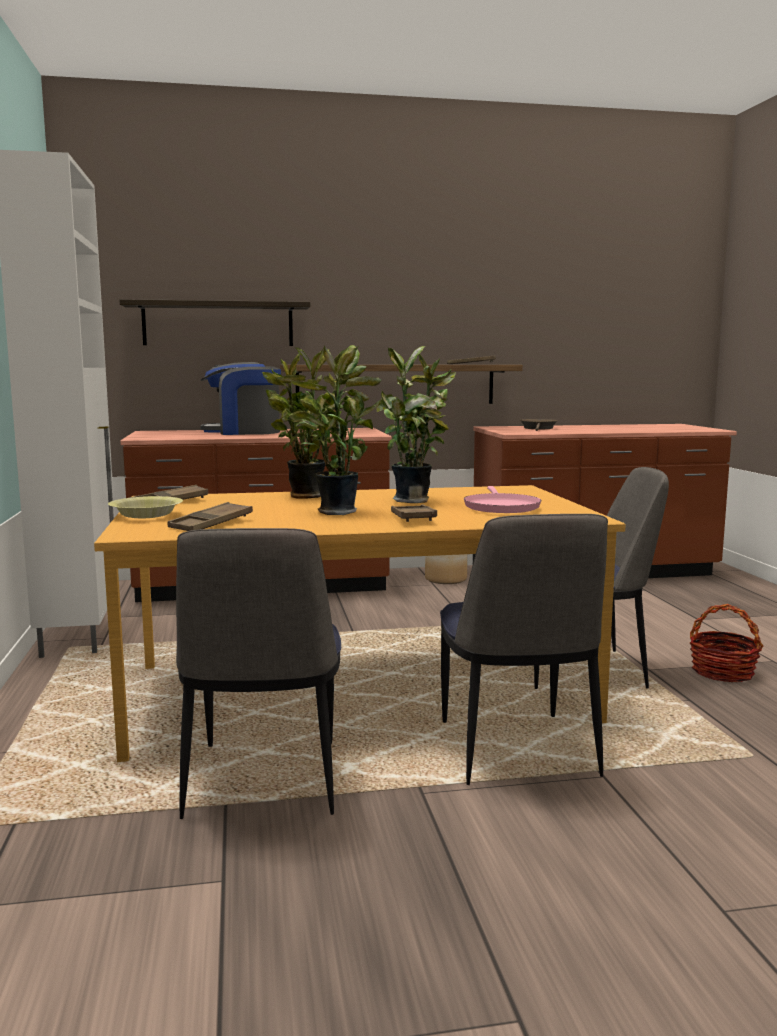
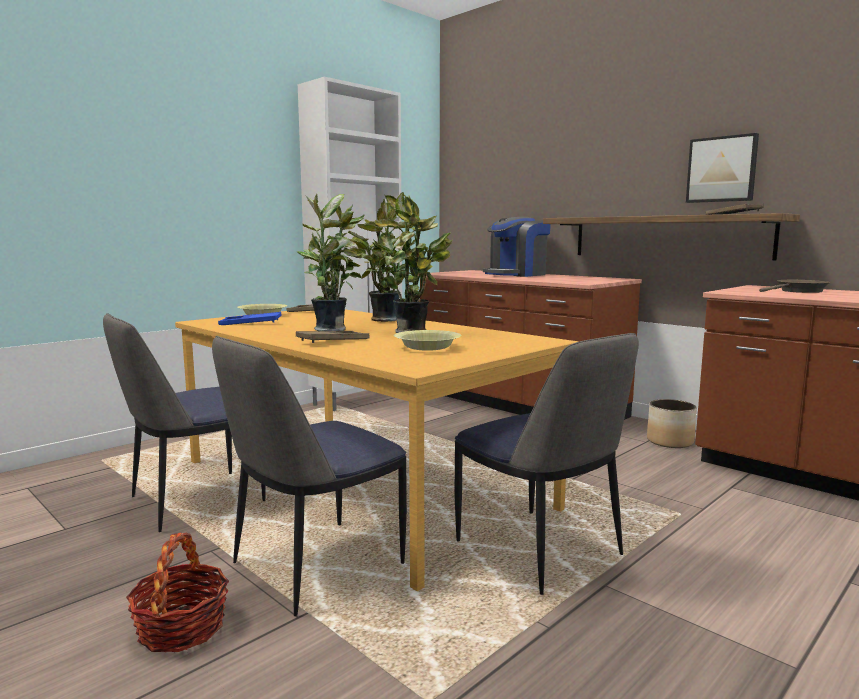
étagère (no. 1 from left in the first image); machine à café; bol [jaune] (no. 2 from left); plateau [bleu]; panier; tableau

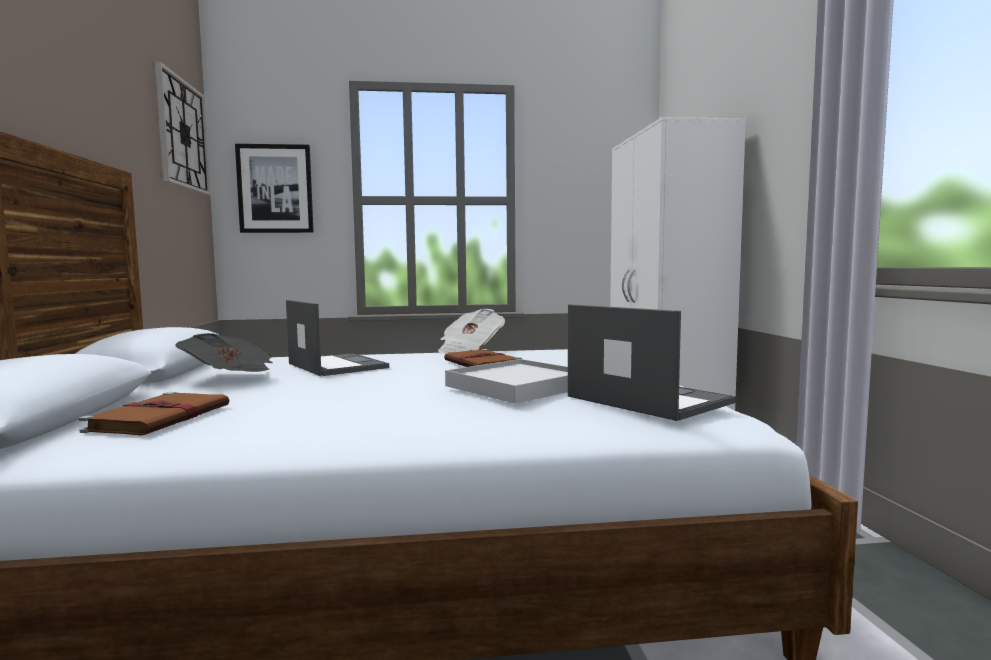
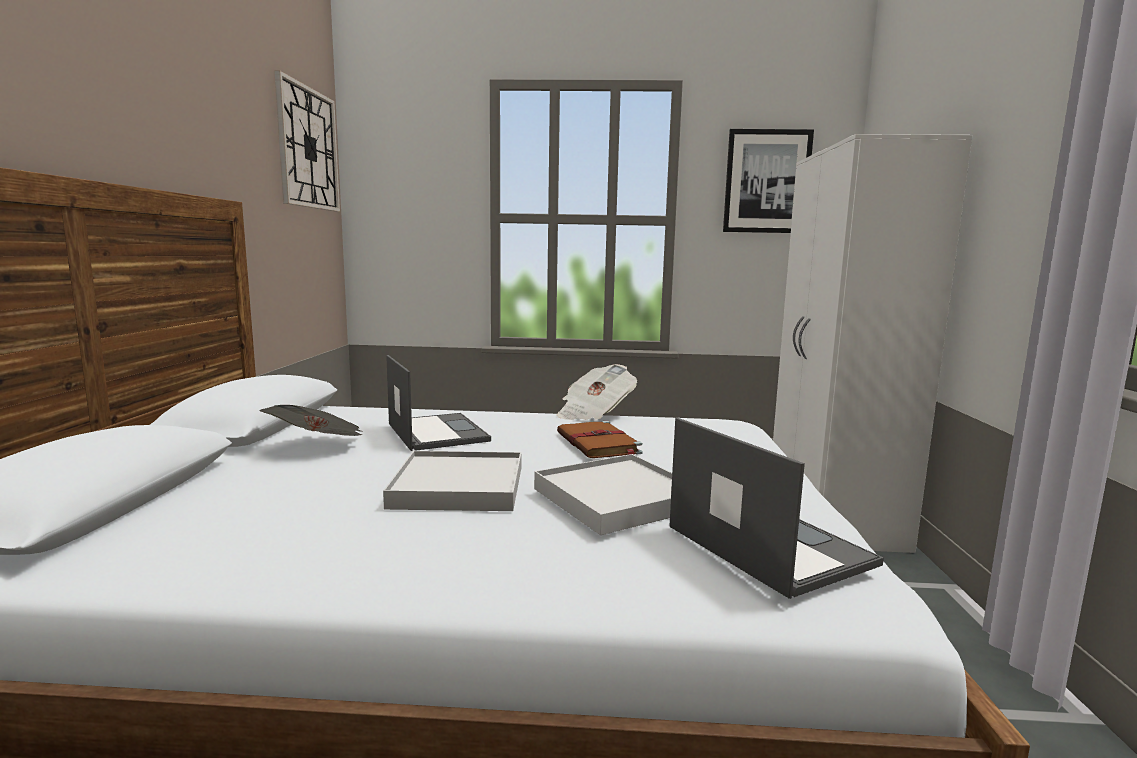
tableau; livre [marron] (no. 1 from left in the first image); plateau [blanc] (no. 1 from left)

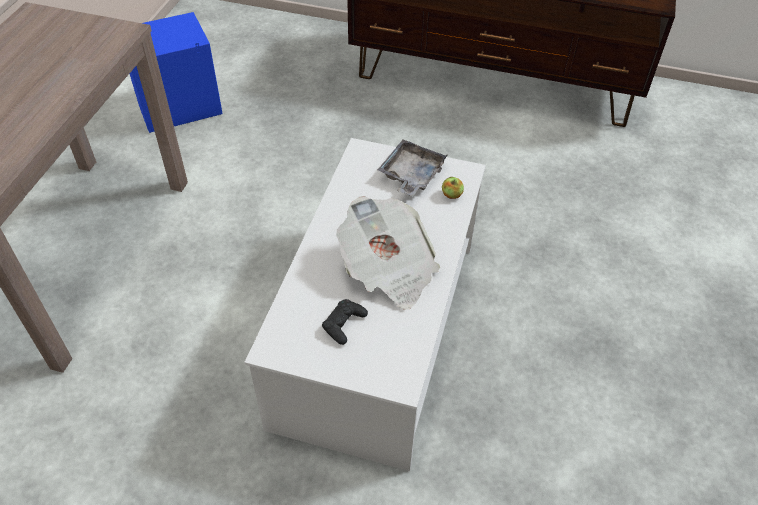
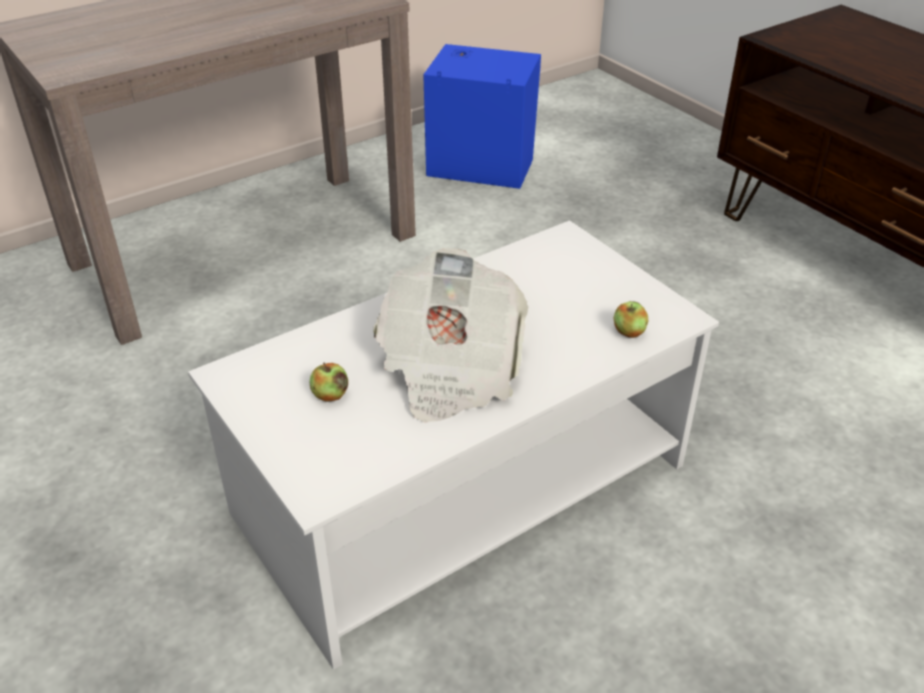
plateau [gris]; pomme (no. 1 from left)

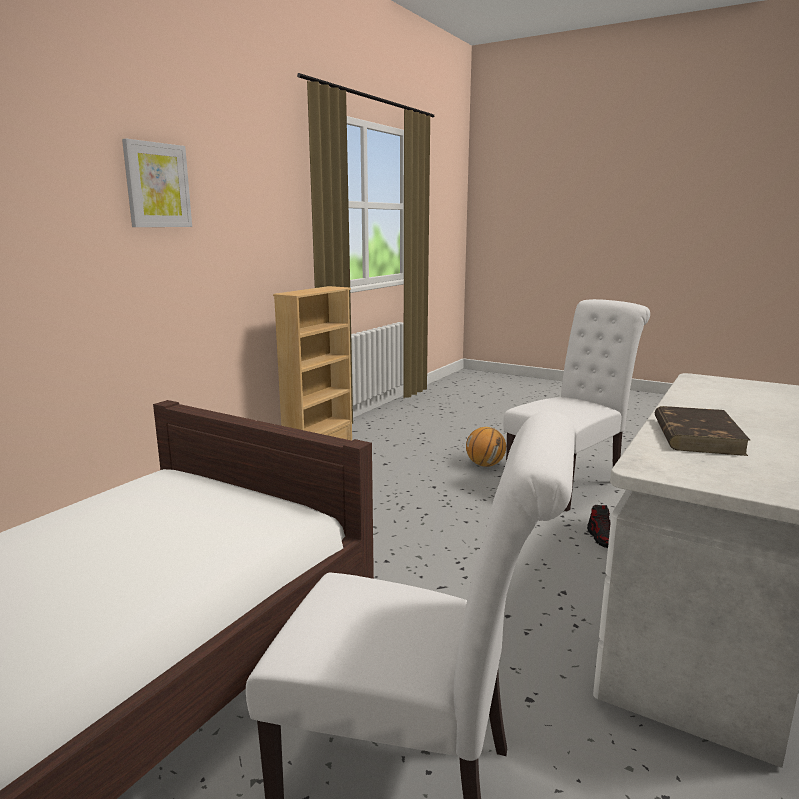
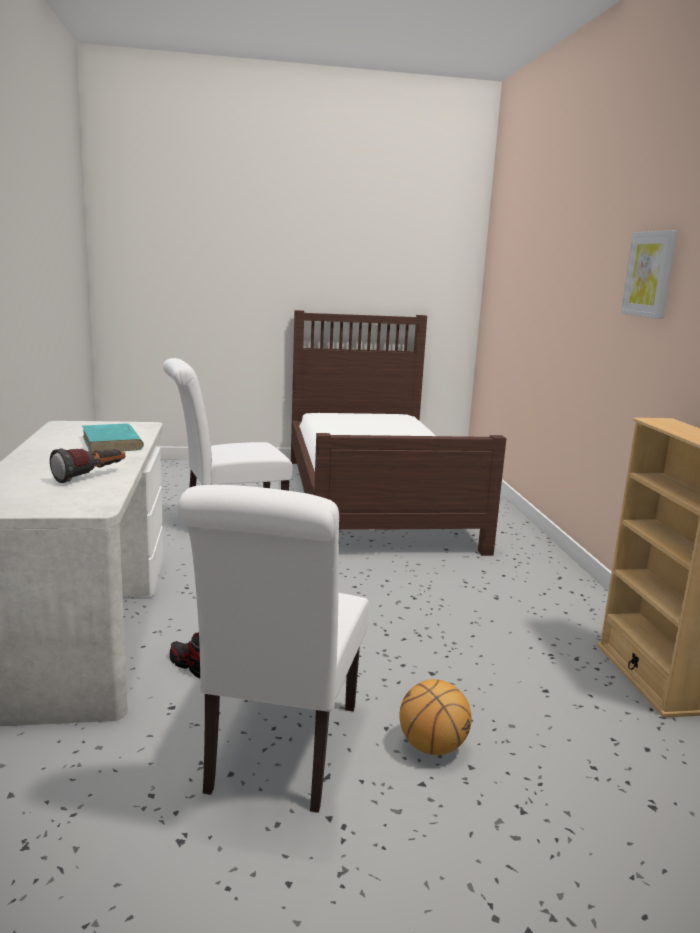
livre [turquoise]; lampe de poche

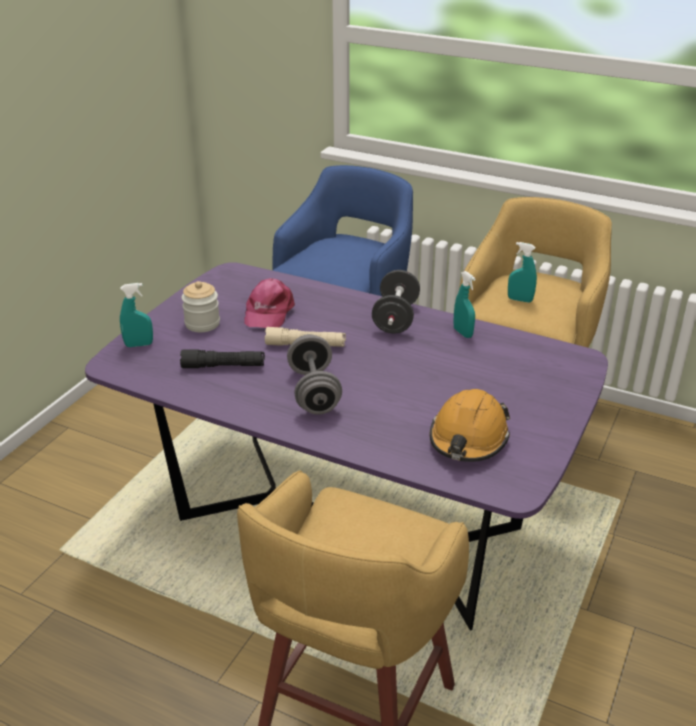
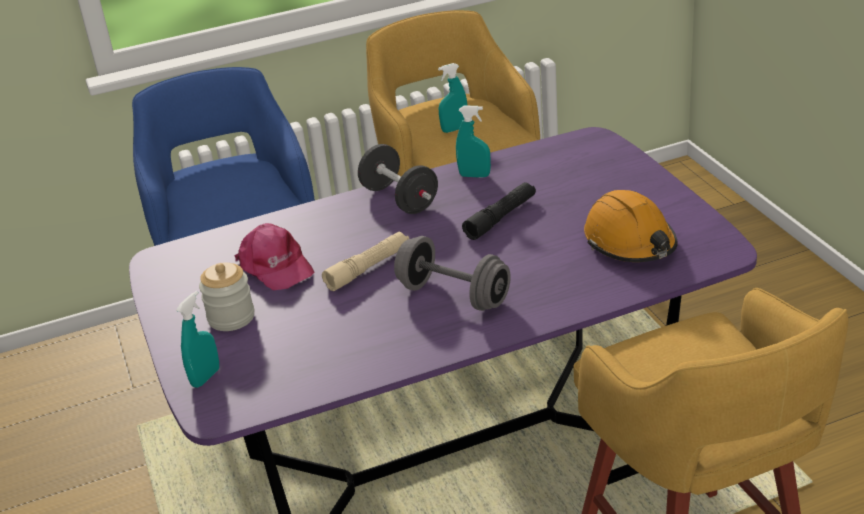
lampe de poche [noir]

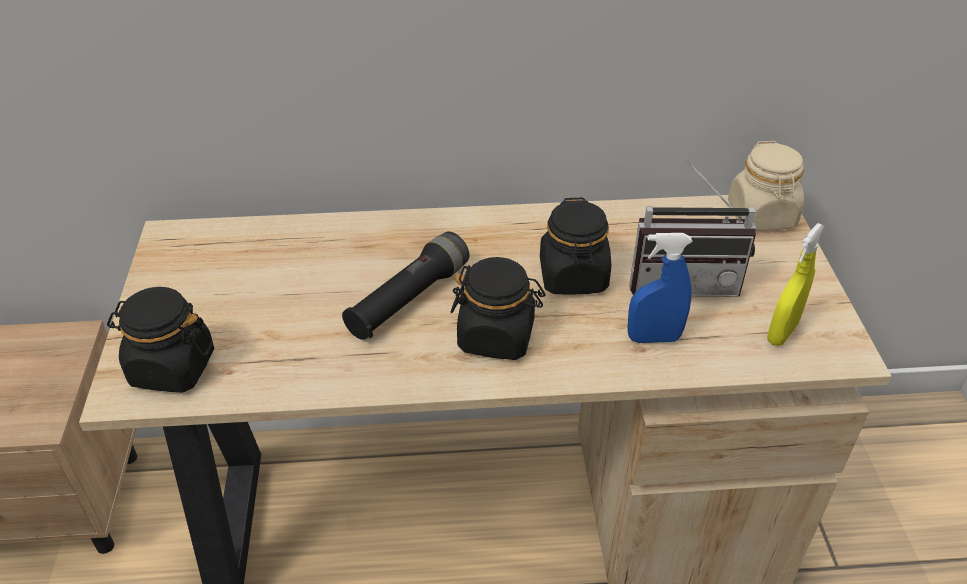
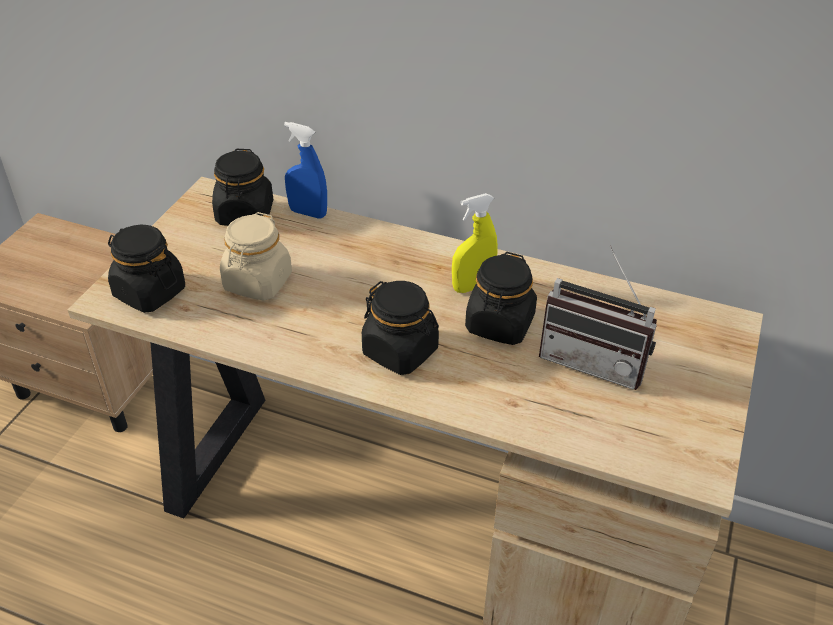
bocal [beige]; vaporisateur [jaune]; lampe de poche [noir]; vaporisateur [bleu]; bocal [noir] (no. 2 from left)

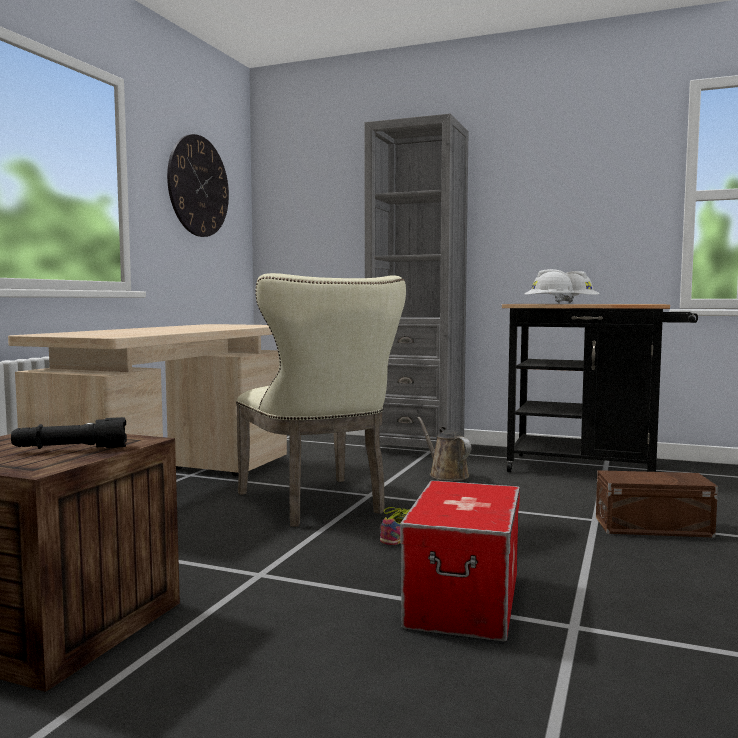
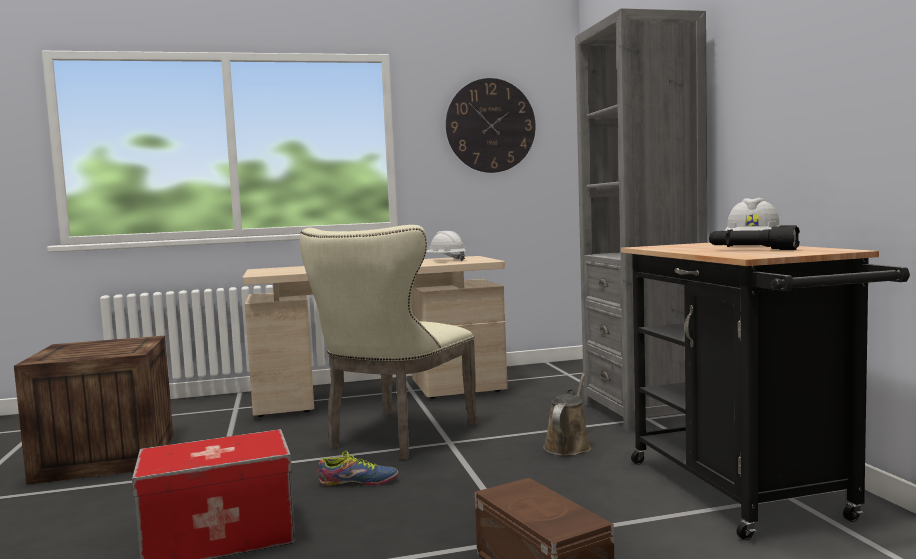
casque de chantier [blanc] (no. 1 from left); lampe de poche [noir]

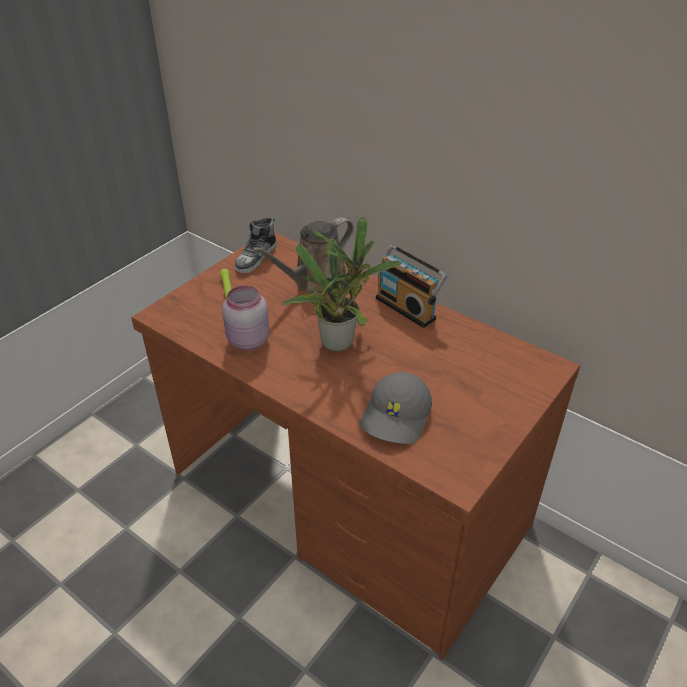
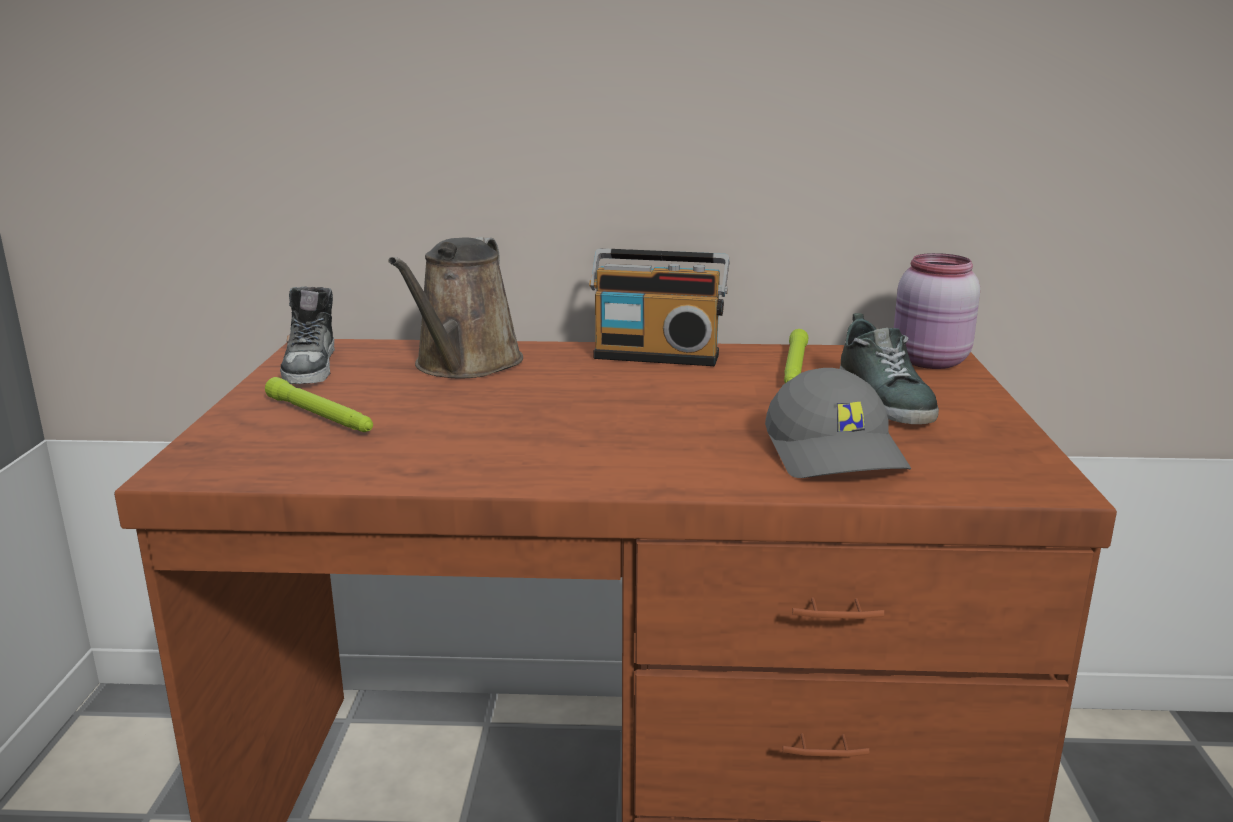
plante en pot; bocal [rose]; chaussure (no. 2 from left); lampe de poche [vert] (no. 2 from left)

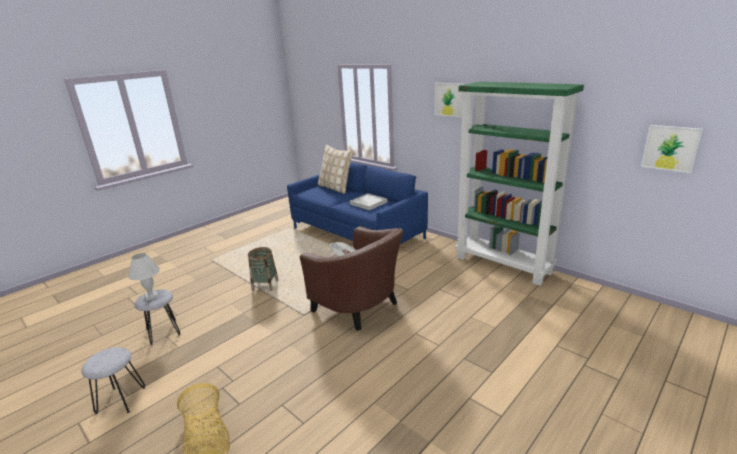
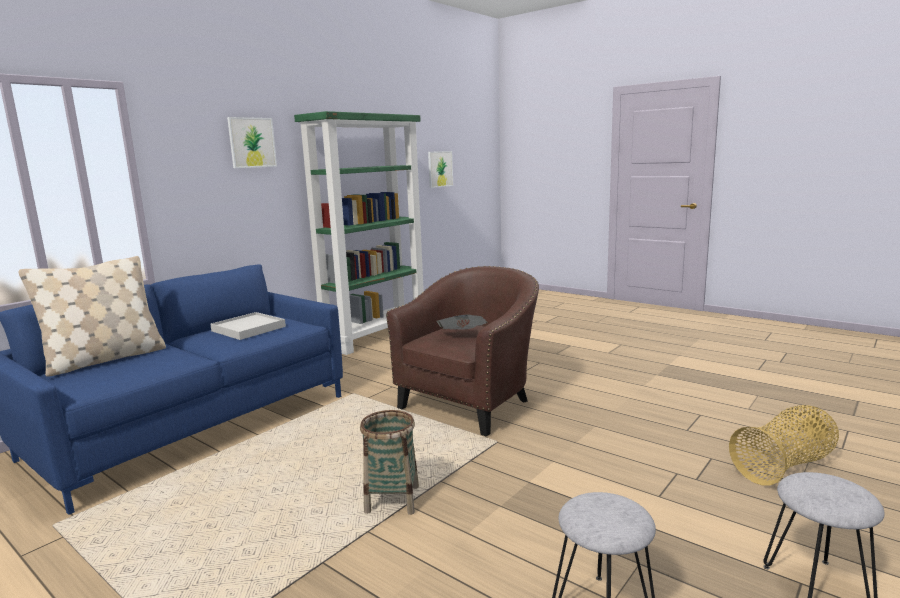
lampe de table [blanc]

